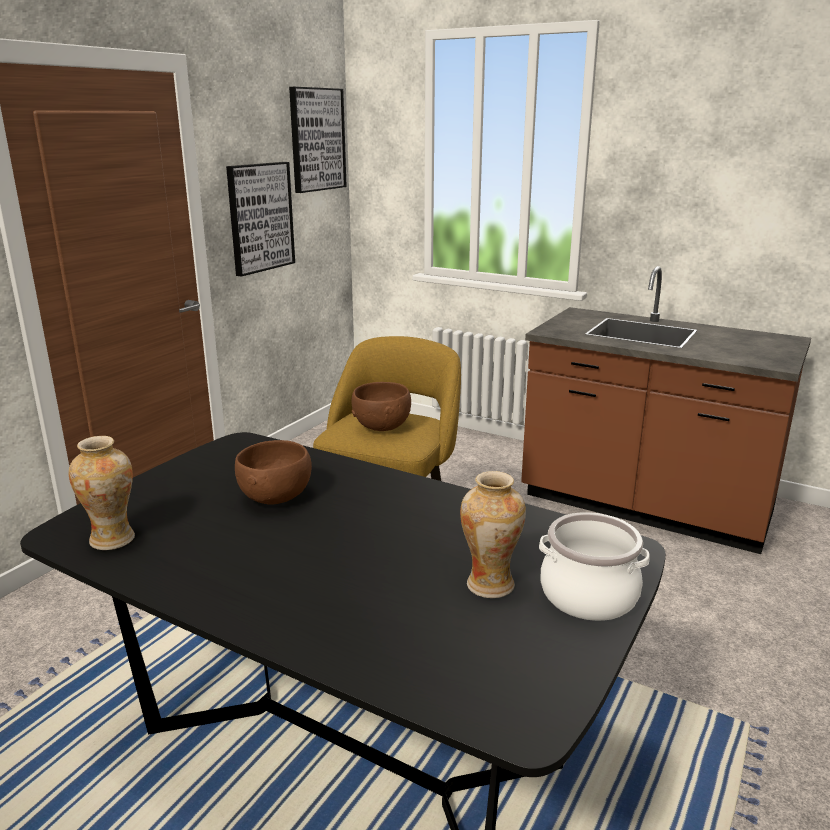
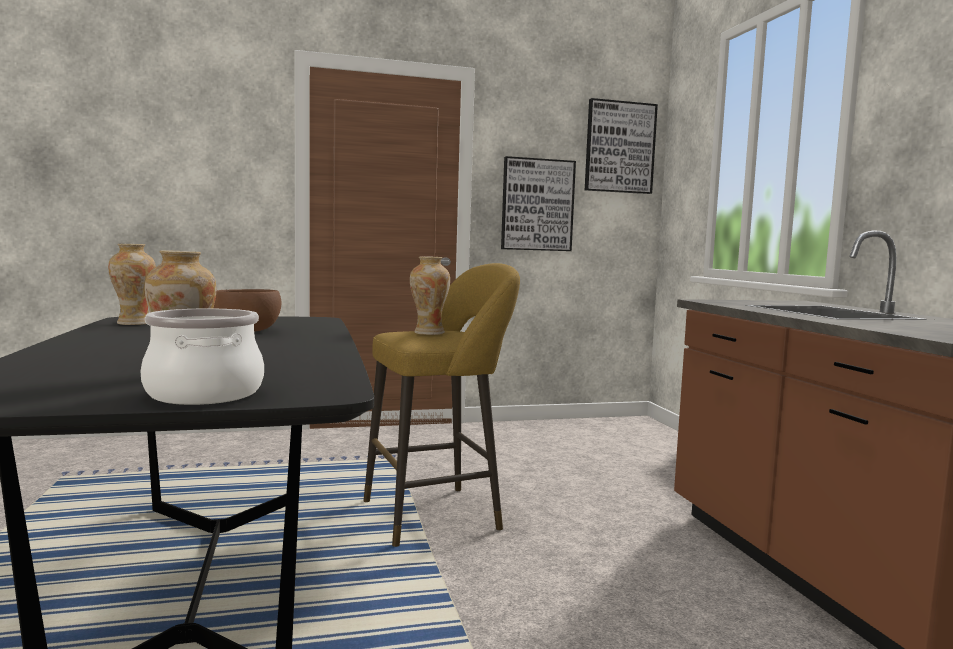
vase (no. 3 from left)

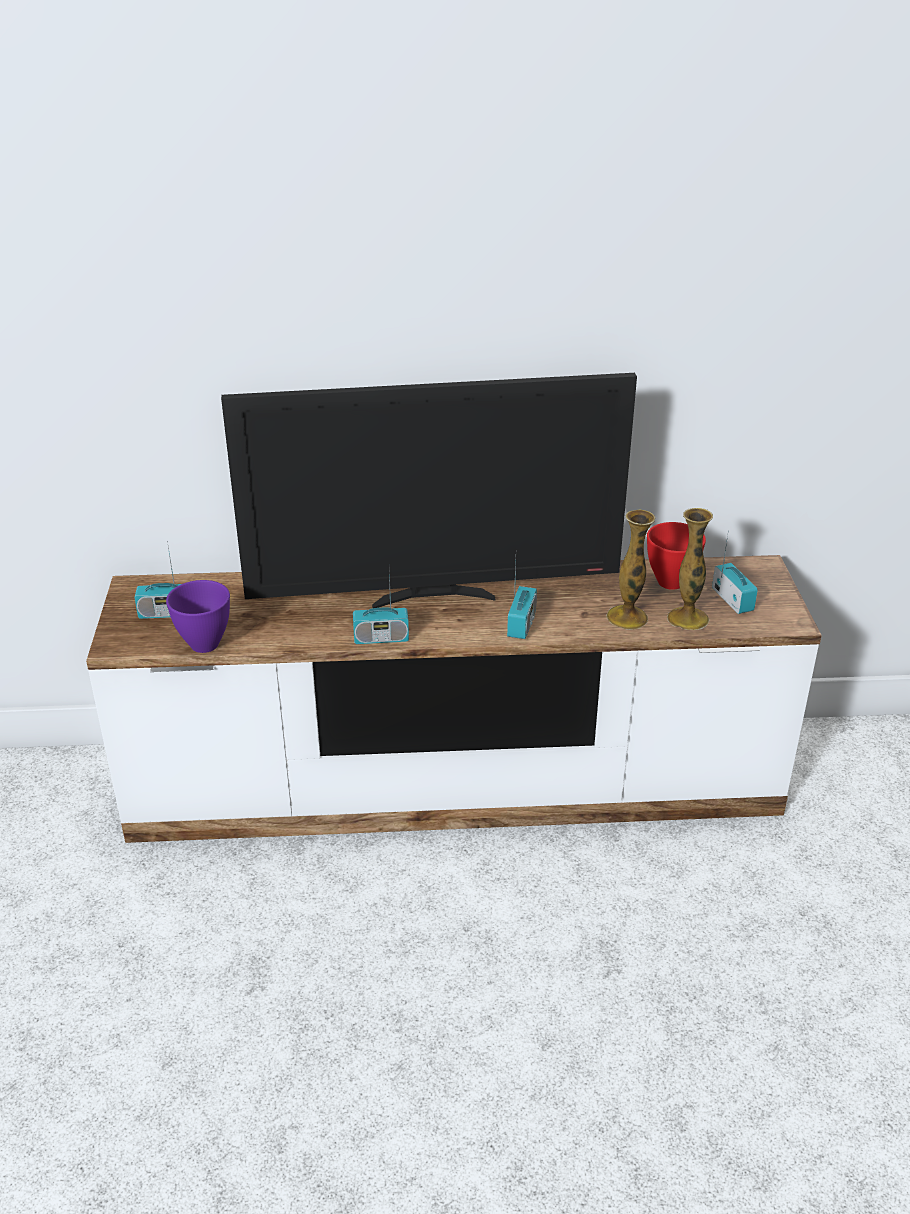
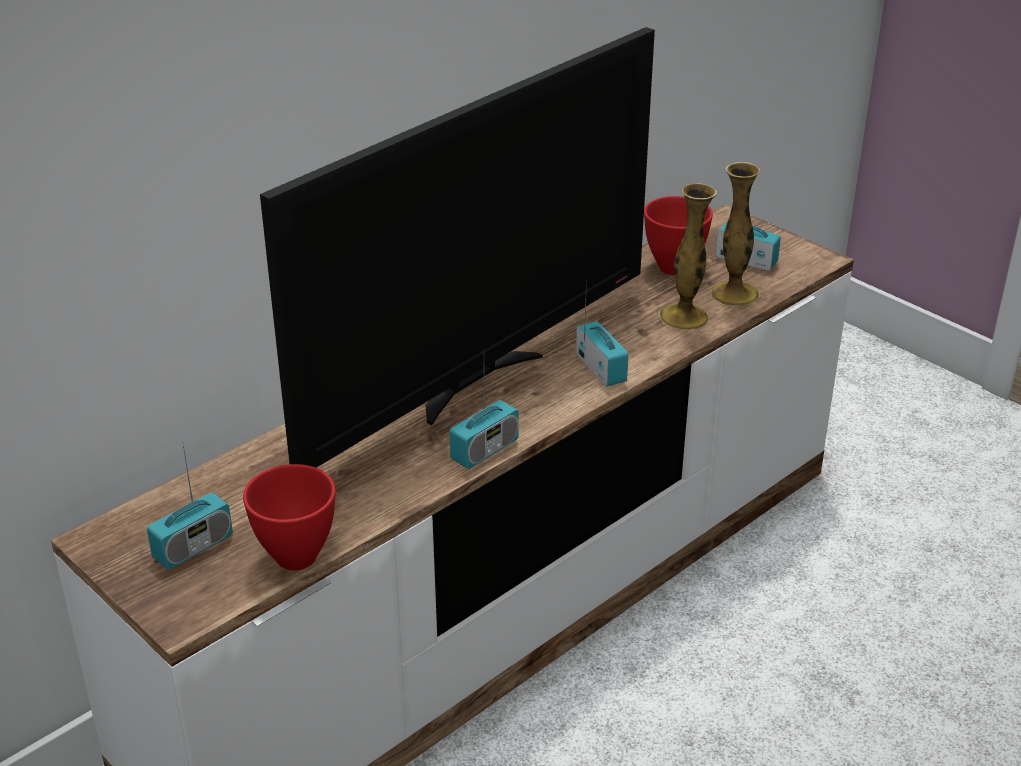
bol [rouge] (no. 1 from left)

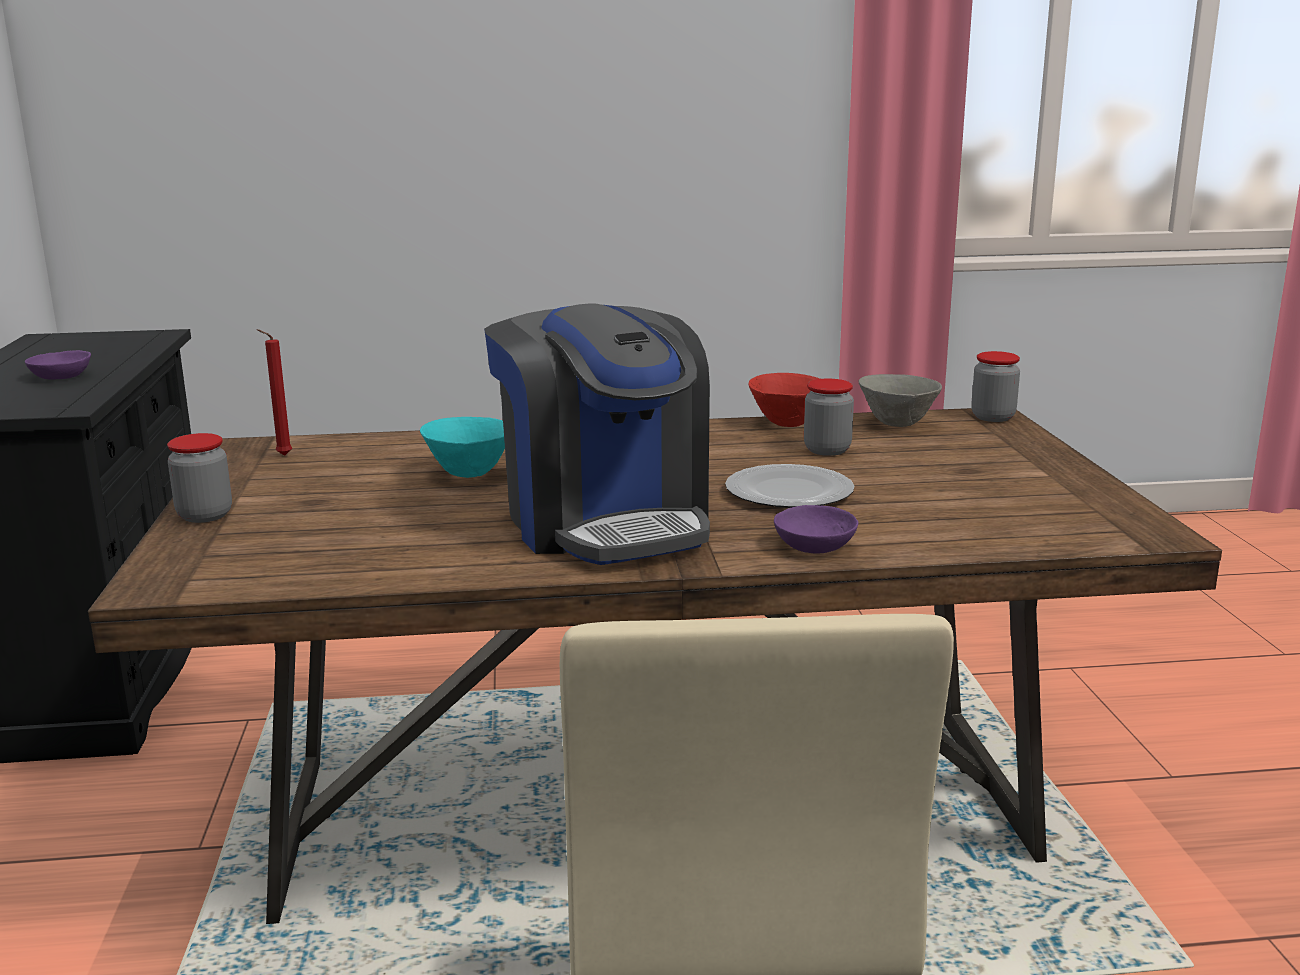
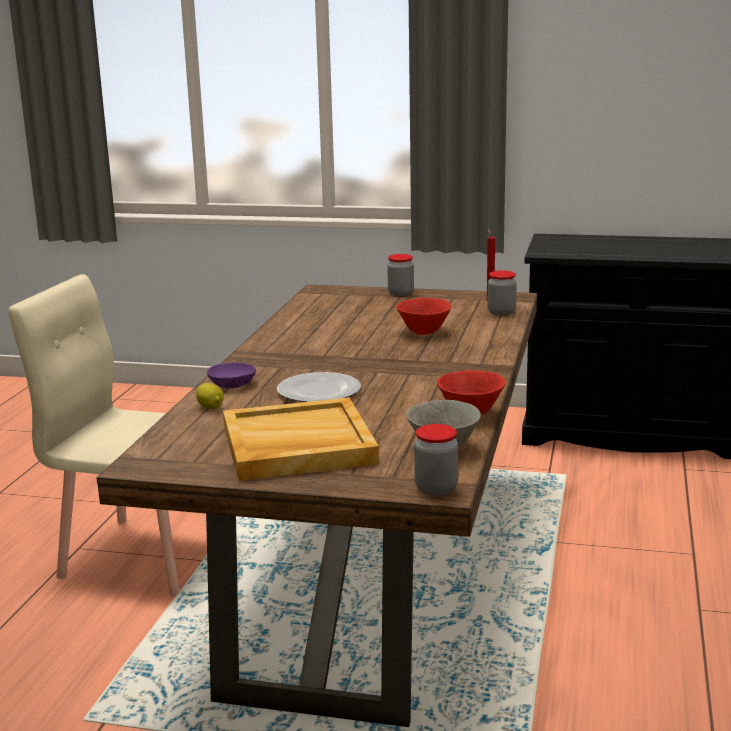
machine à café; bol [violet] (no. 1 from left in the first image); bocal (no. 3 from left); bol [rouge] (no. 1 from left); citron; plateau [beige]

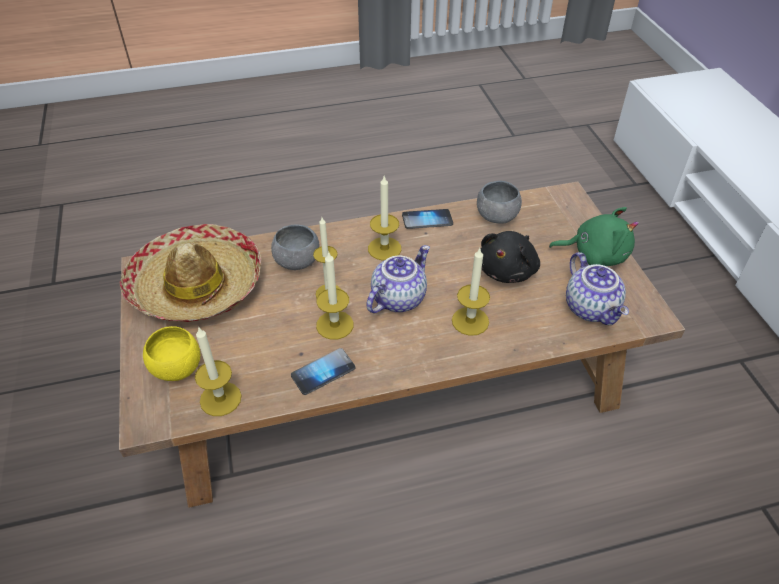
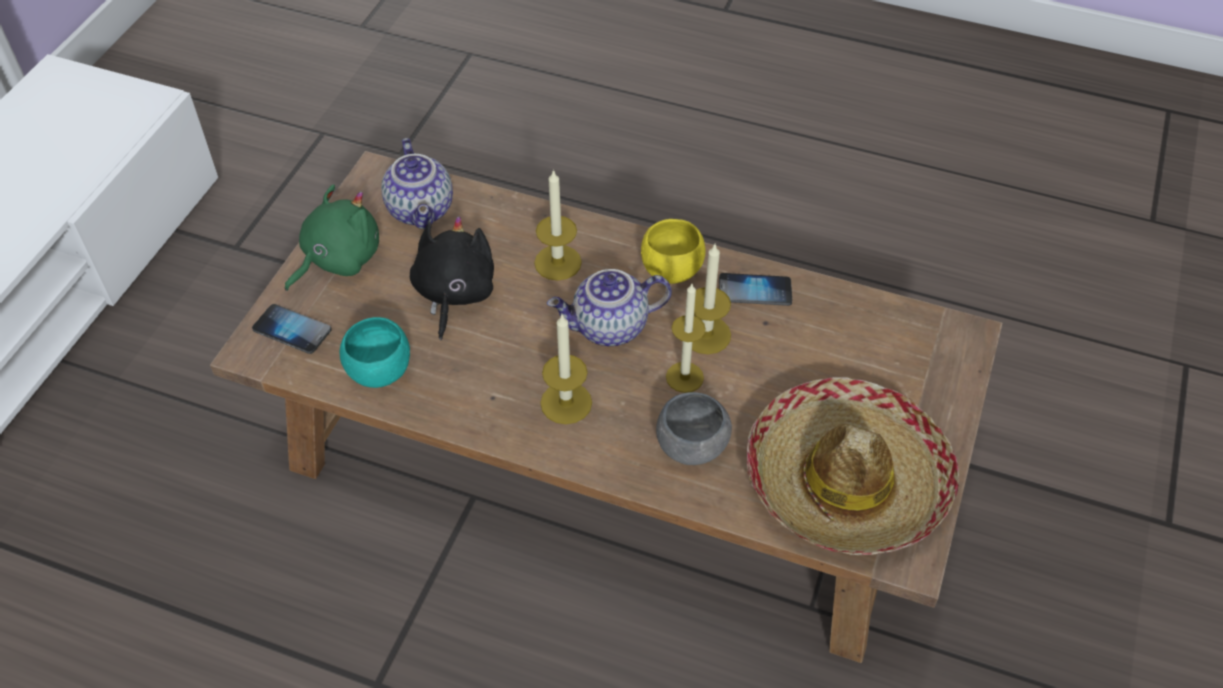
bol [turquoise]; peluche [vert]; téléphone (no. 1 from left); peluche [noir]; théière (no. 1 from left); bol [jaune]; bougie (no. 1 from left in the first image)

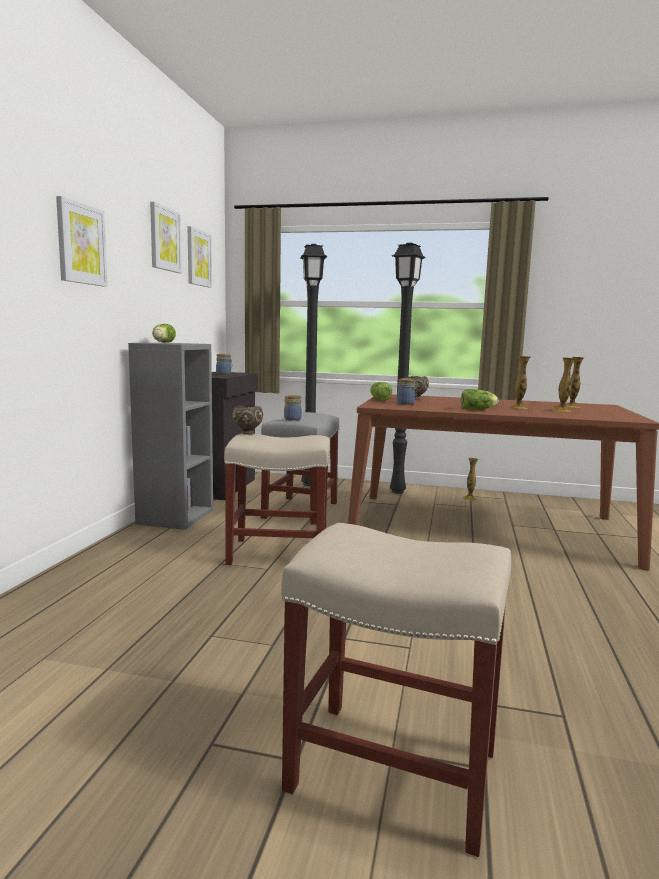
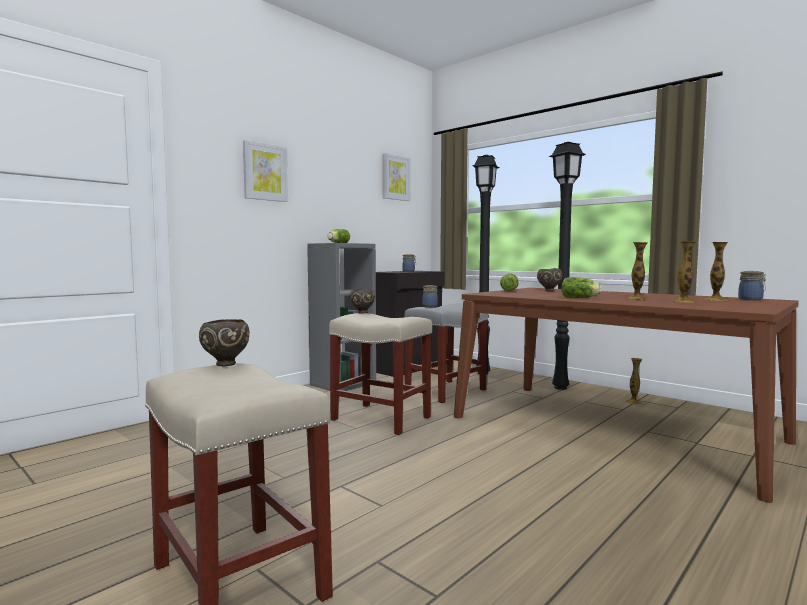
tableau (no. 2 from left in the first image); bocal (no. 3 from left); bol [marron] (no. 1 from left)

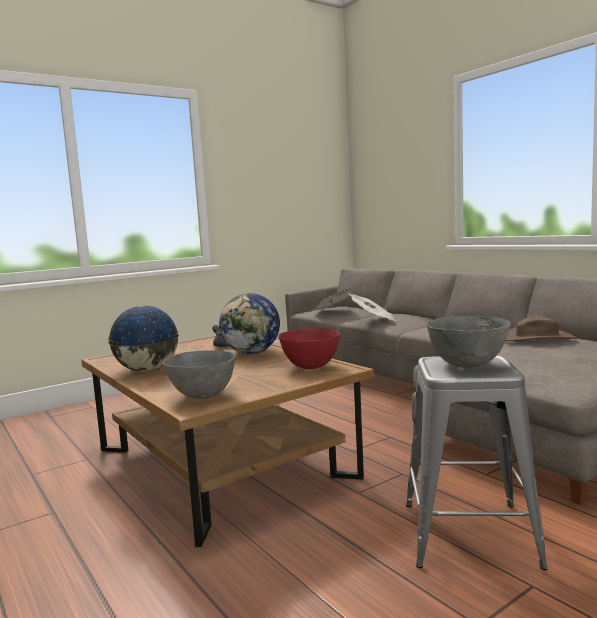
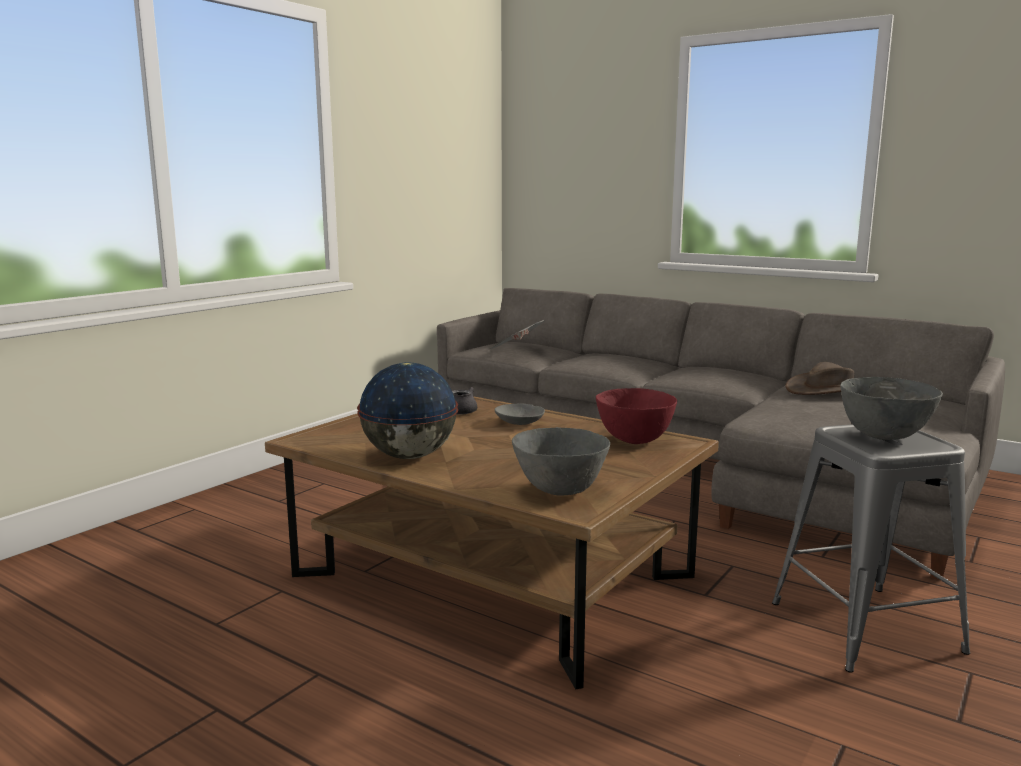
bol [gris] (no. 1 from left); journal (no. 2 from left in the first image)

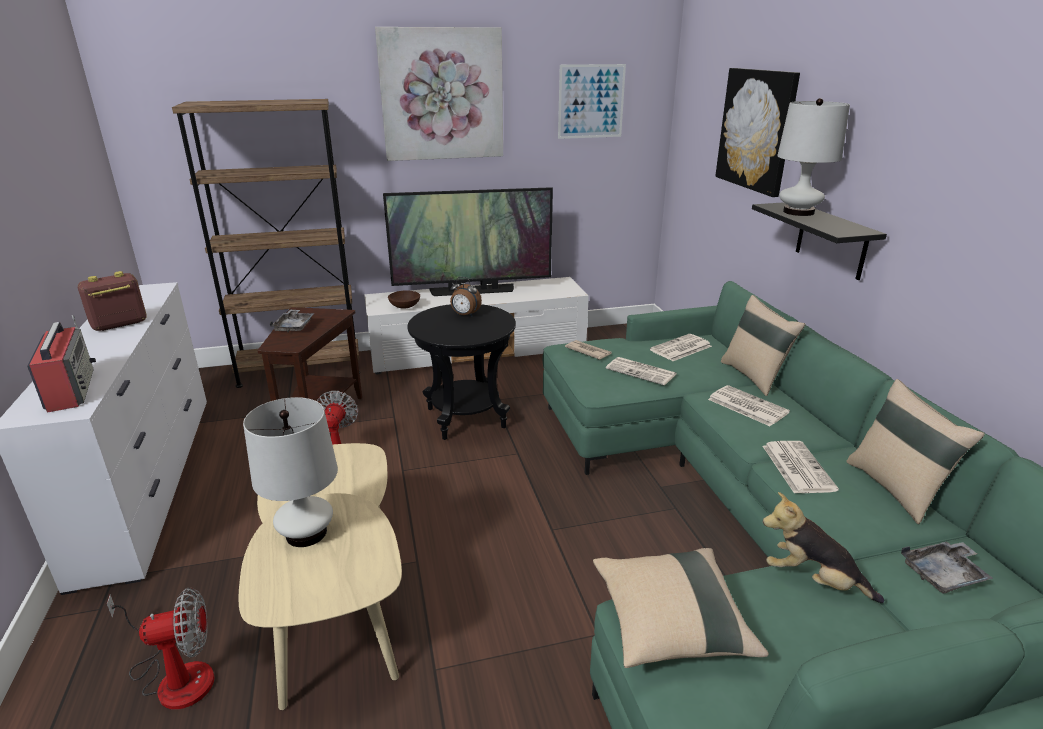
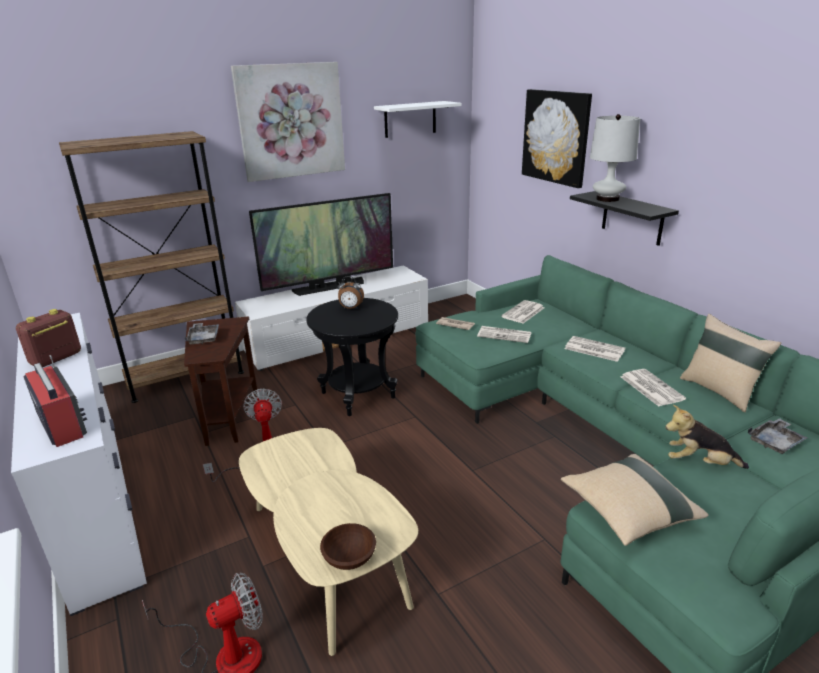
étagère [blanc]; bol [marron]; coussin [beige] (no. 2 from left in the first image); lampe de table [blanc] (no. 1 from left in the first image)

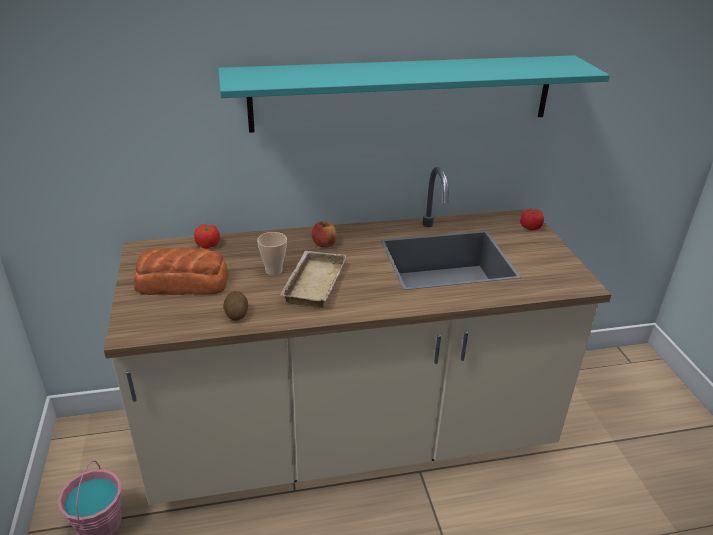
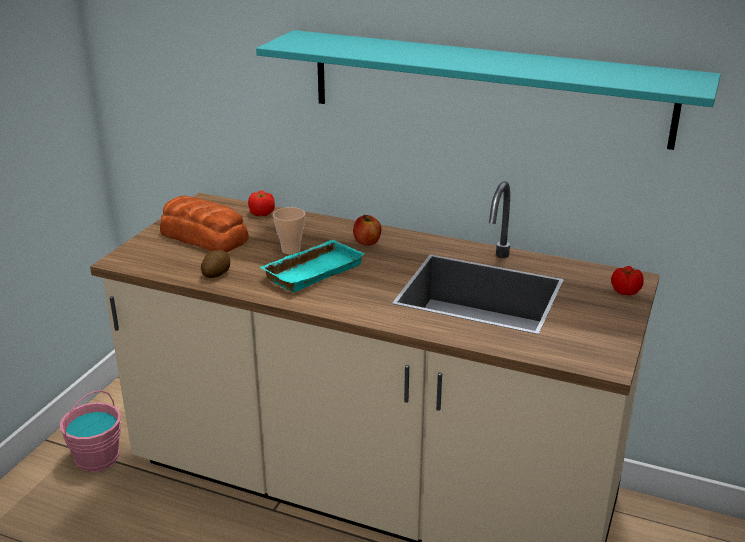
plateau [turquoise]

